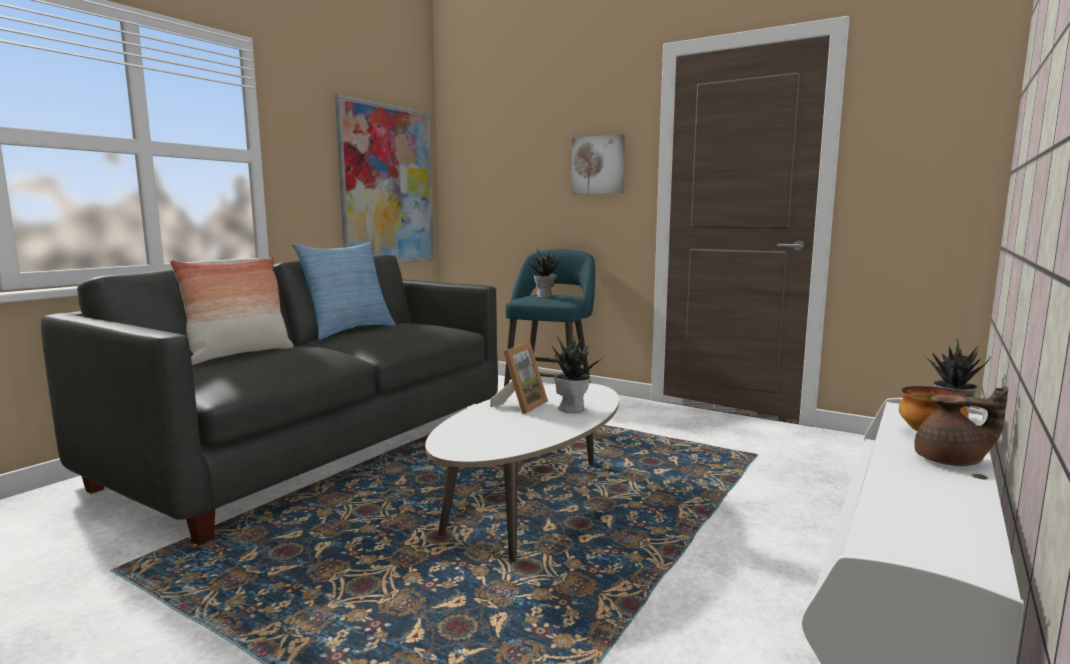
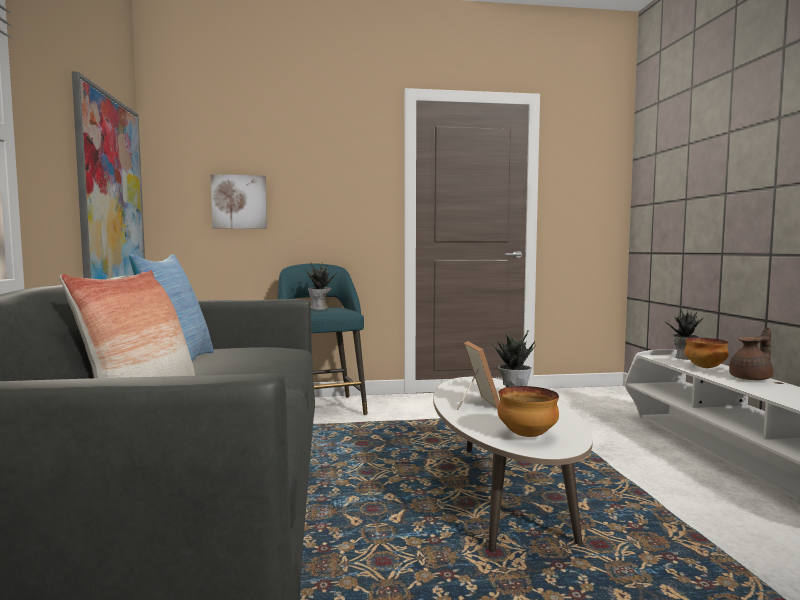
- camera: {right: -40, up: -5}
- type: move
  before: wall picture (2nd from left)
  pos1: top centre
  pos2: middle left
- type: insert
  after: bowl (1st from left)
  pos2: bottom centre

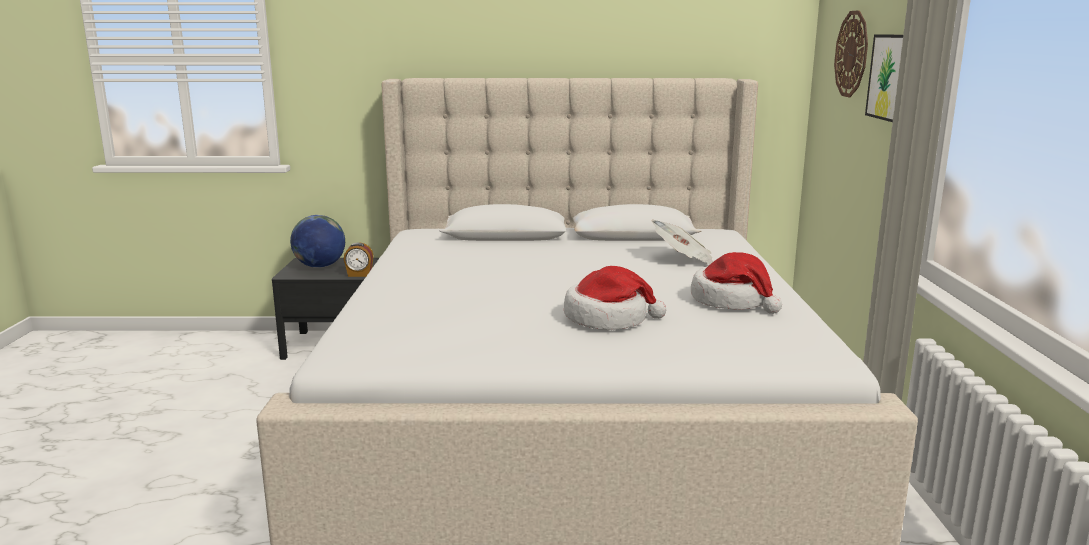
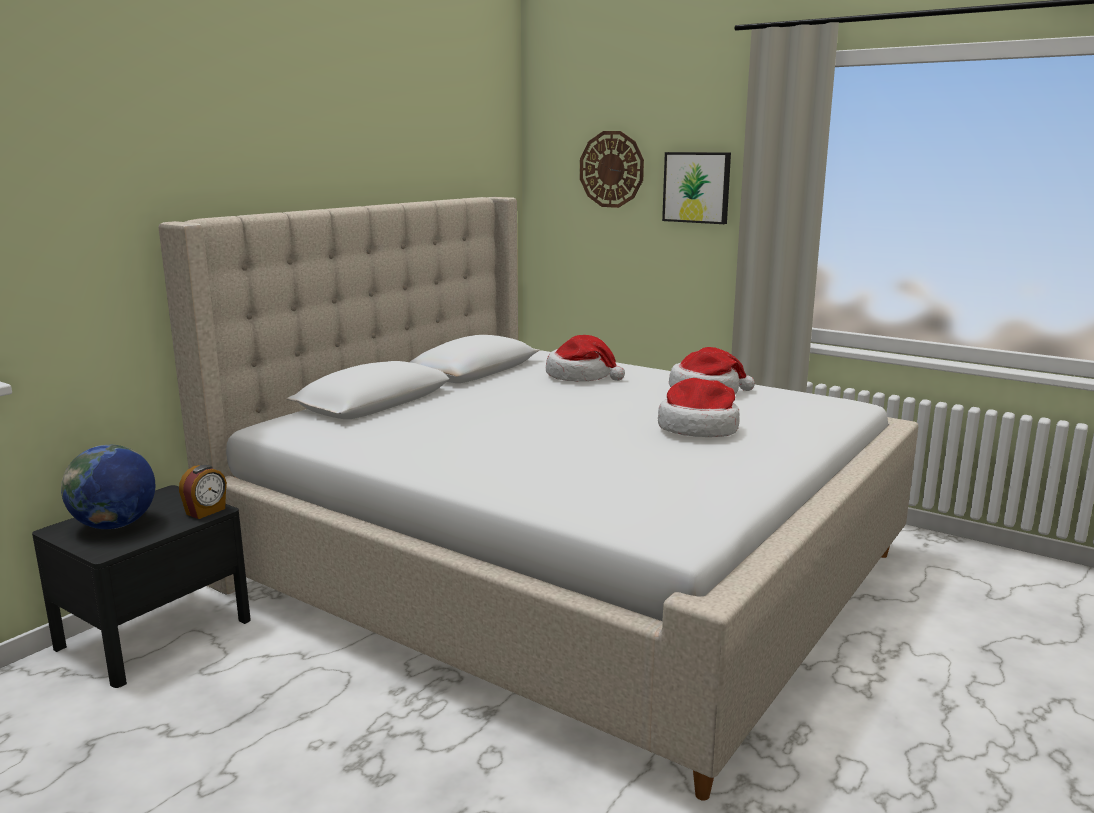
- camera: {right: -55, up: 0}
- type: replace
  before: newspaper
  after: hat (1st from left)
  pos1: centre
  pos2: centre

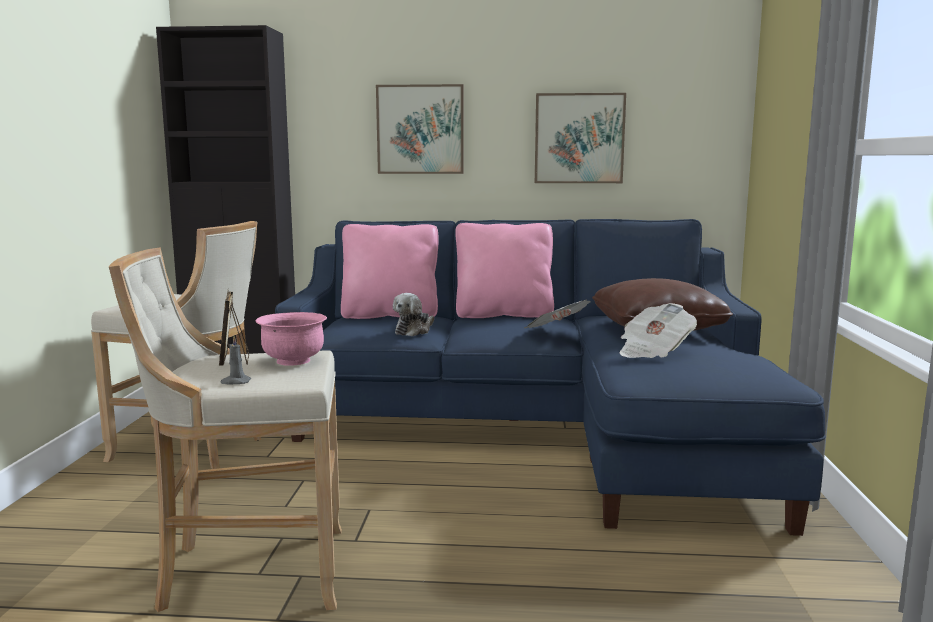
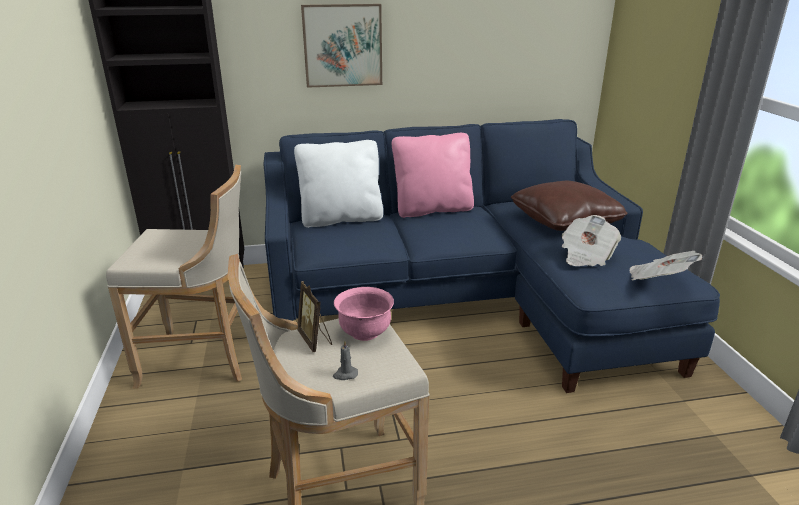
- camera: {right: -15, up: 15}
- type: recolor
  before: throw pillow/pink (1st from left)
  after: throw pillow/white-coloured
  pos1: centre
  pos2: centre
- type: delete
  before: plush toy
  pos1: centre
- type: move
  before: newspaper (1st from left in the first image)
  after: newspaper (2nd from left)
  pos1: centre
  pos2: middle right
- type: delete
  before: wall picture (2nd from left)
  pos1: top centre

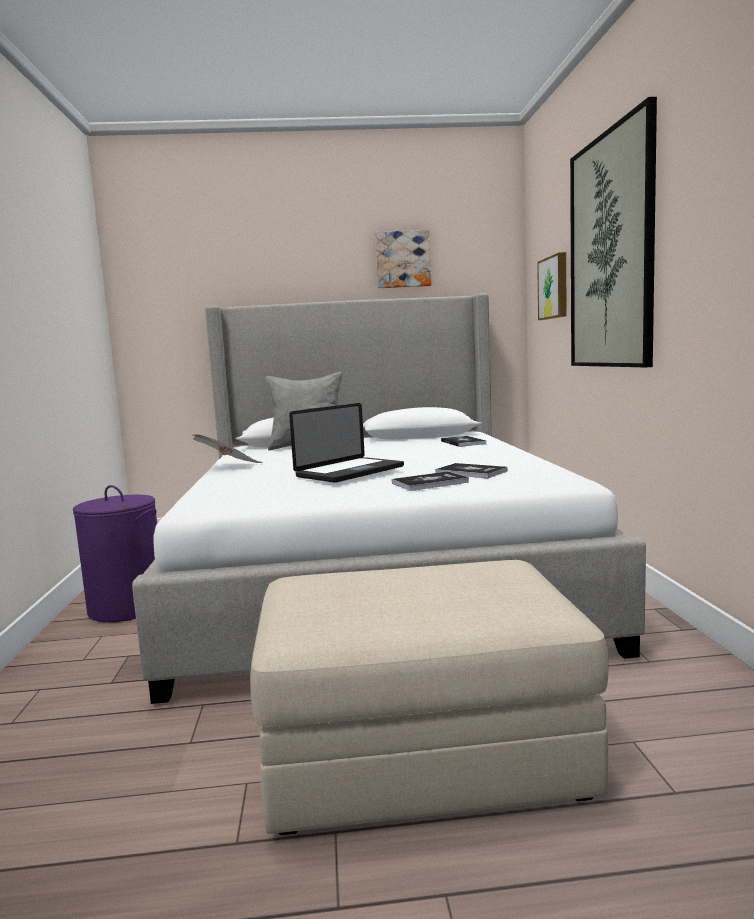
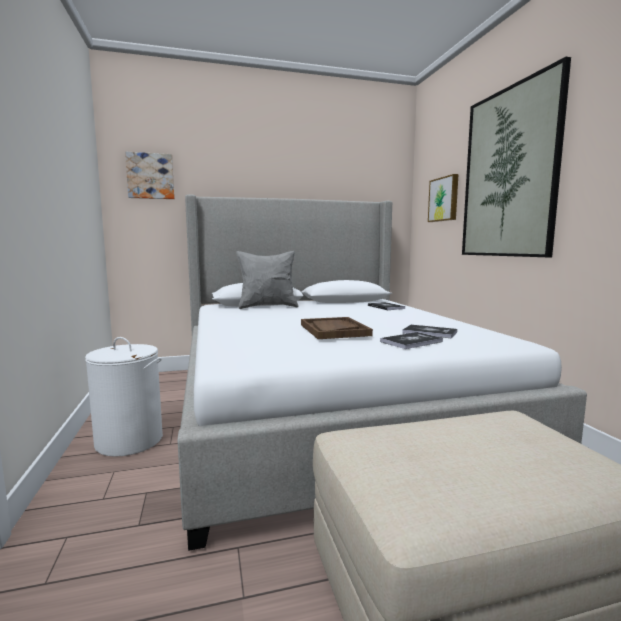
- camera: {right: -10, up: 0}
- type: recolor
  before: laundry basket/purple-coloured
  after: laundry basket/white-coloured
  pos1: middle left
  pos2: middle left
- type: delete
  before: newspaper
  pos1: middle left
- type: replace
  before: notebook computer
  after: carrying tray/brownish
  pos1: centre
  pos2: centre
- type: move
  before: wall picture (1st from left)
  pos1: top centre
  pos2: top left

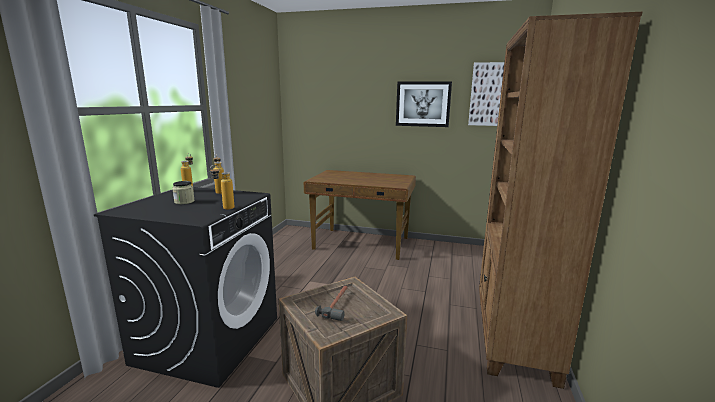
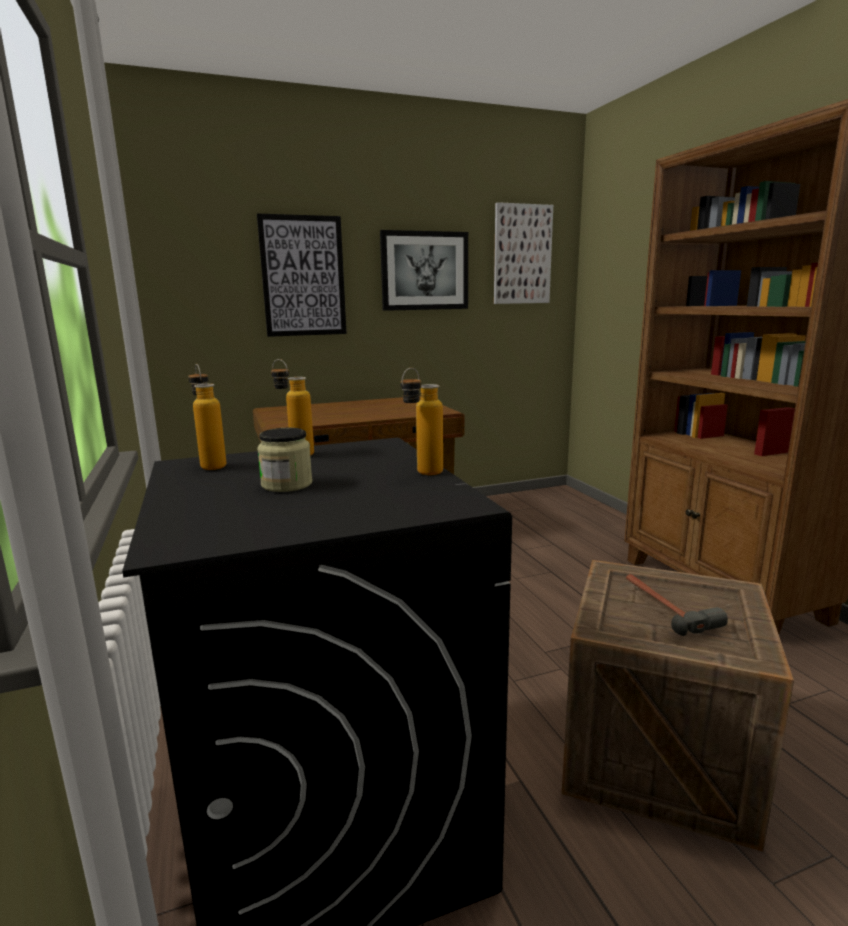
- camera: {right: -35, up: 0}
- type: insert
  after: wall picture (1st from left)
  pos2: top centre

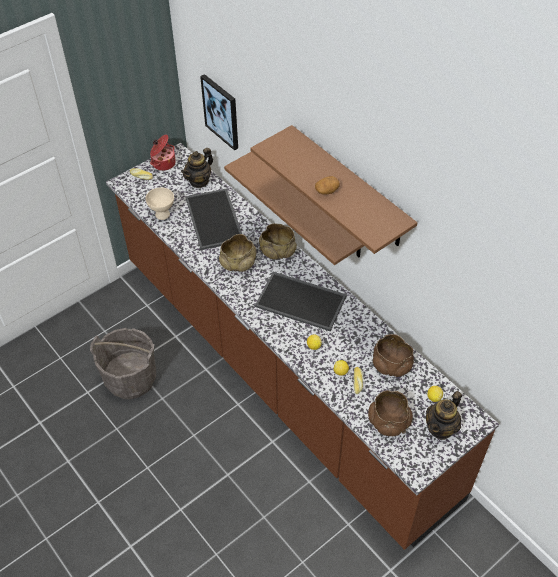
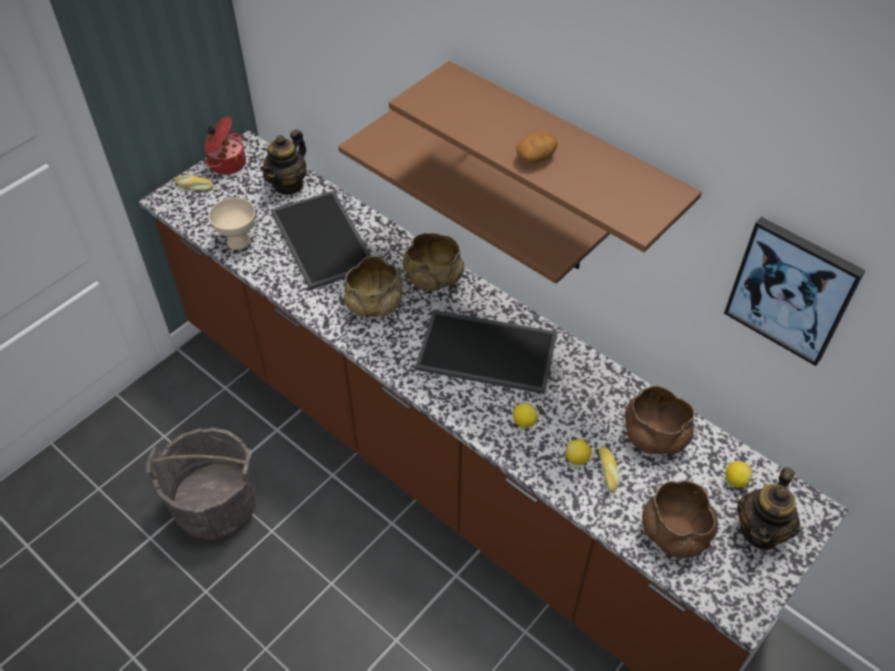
- camera: {right: -10, up: 0}
- type: move
  before: wall picture
  pos1: top centre
  pos2: middle right

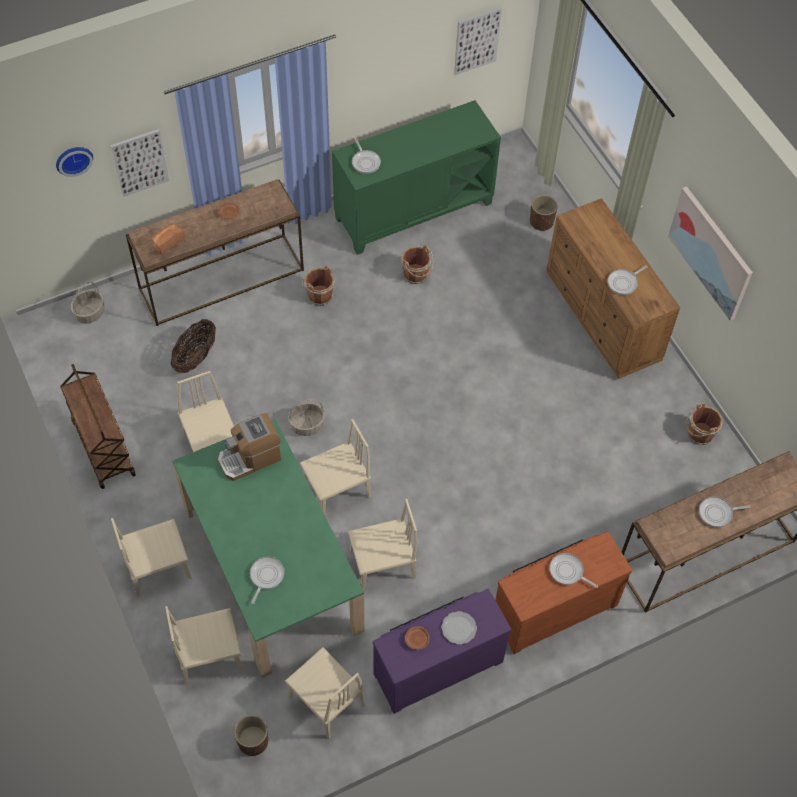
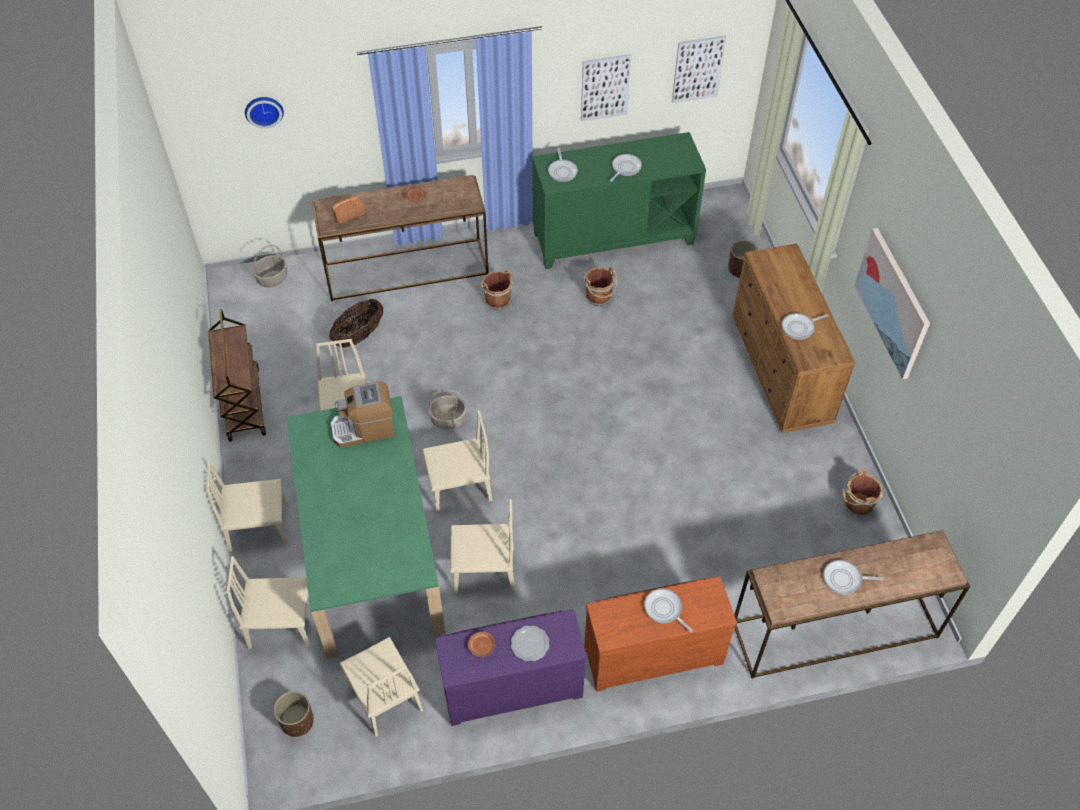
- camera: {right: 15, up: -5}
- type: move
  before: wall picture (1st from left)
  pos1: top left
  pos2: top centre
- type: move
  before: skillet (1st from left in the first image)
  after: skillet (2nd from left)
  pos1: bottom centre
  pos2: top centre

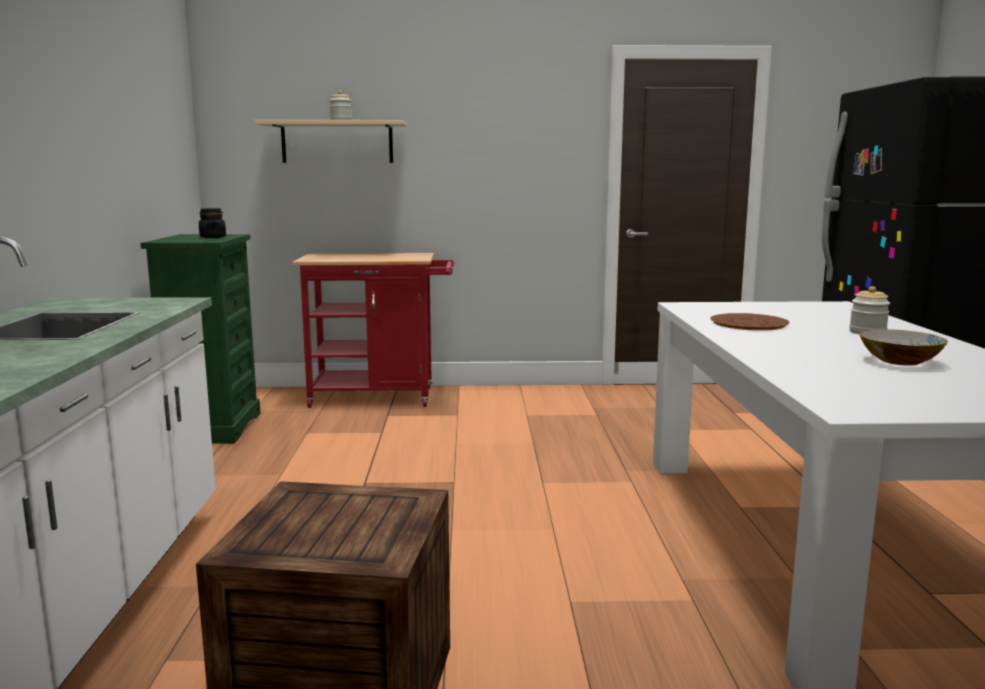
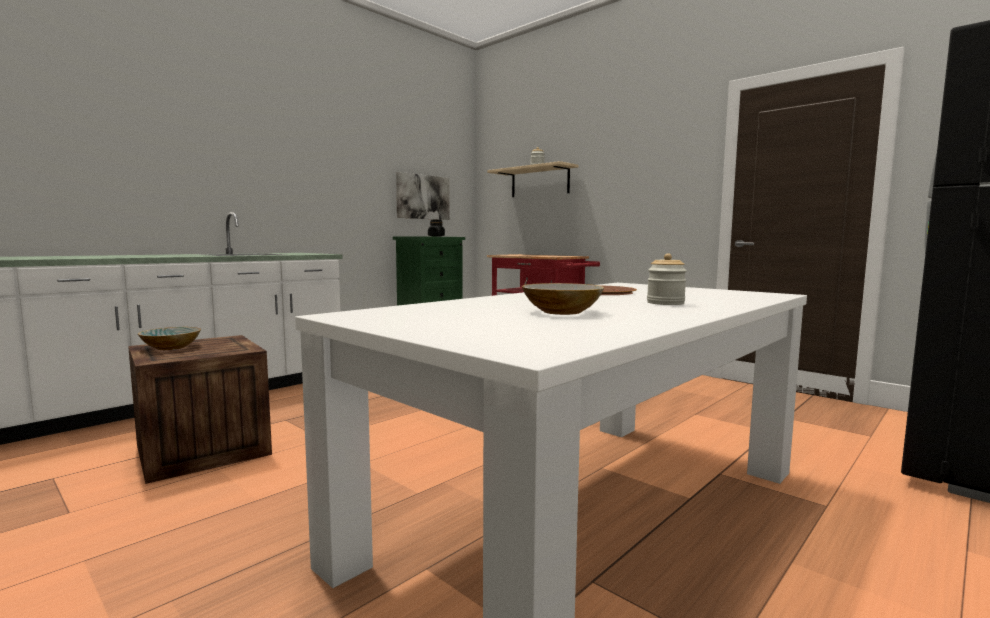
- camera: {right: 45, up: -5}
- type: insert
  after: bowl (1st from left)
  pos2: middle left
- type: insert
  after: wall picture
  pos2: top centre

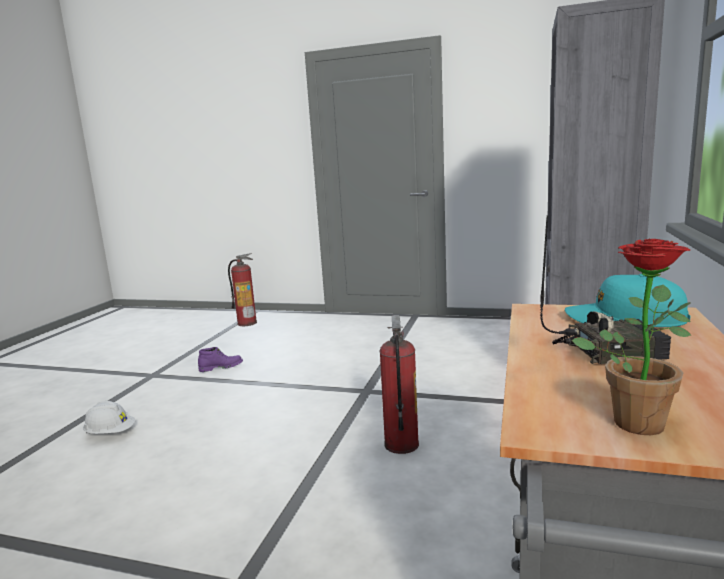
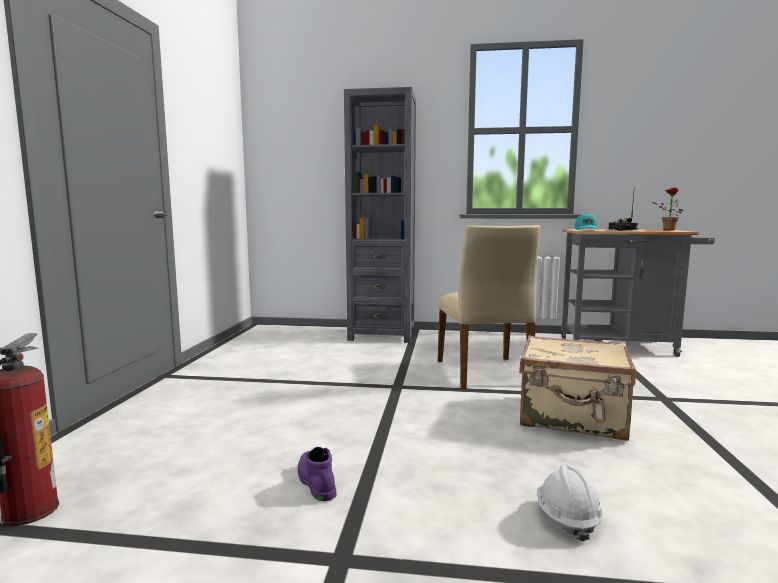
- camera: {right: -100, up: -5}
- type: replace
  before: fire-fighting cylinder (2nd from left)
  after: chair/beige
  pos1: centre
  pos2: centre
- type: insert
  after: piece of luggage/beige
  pos2: middle right

